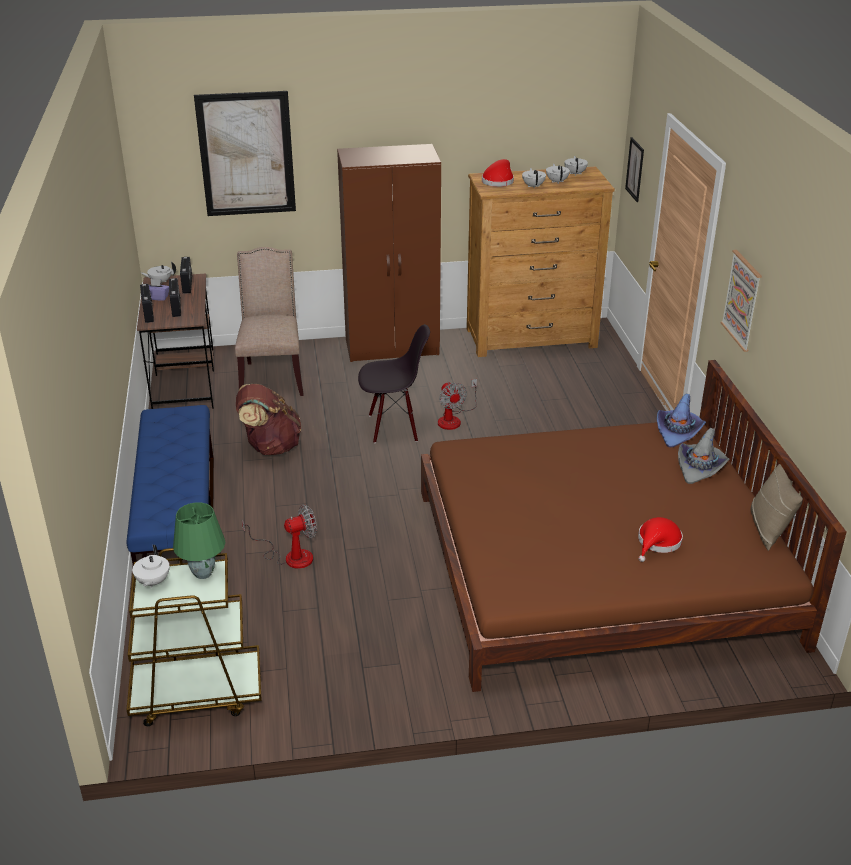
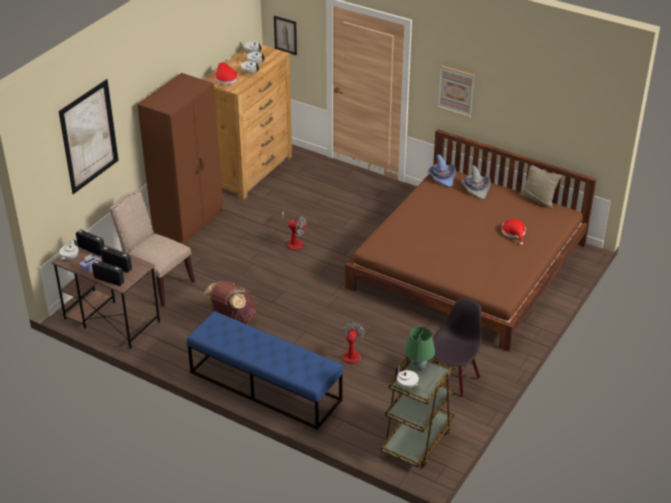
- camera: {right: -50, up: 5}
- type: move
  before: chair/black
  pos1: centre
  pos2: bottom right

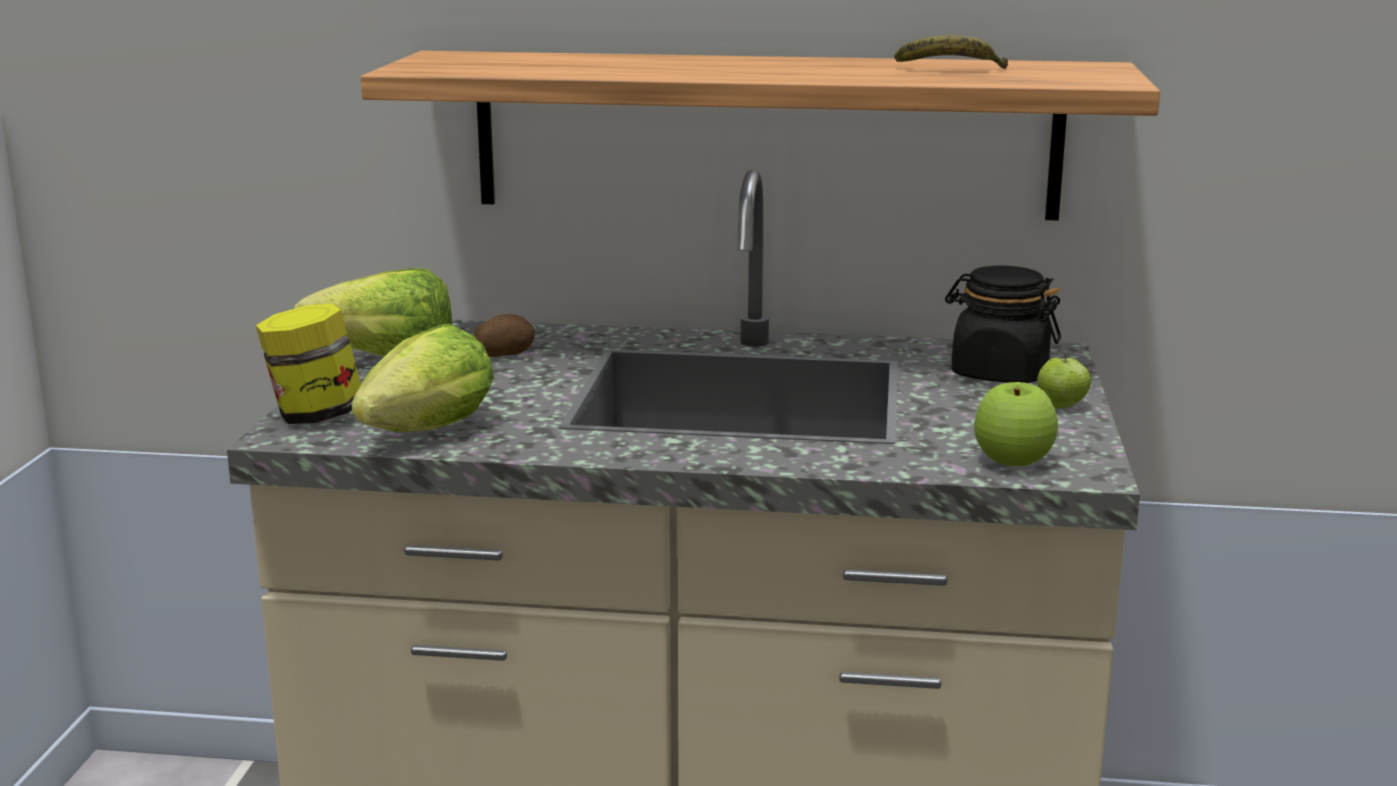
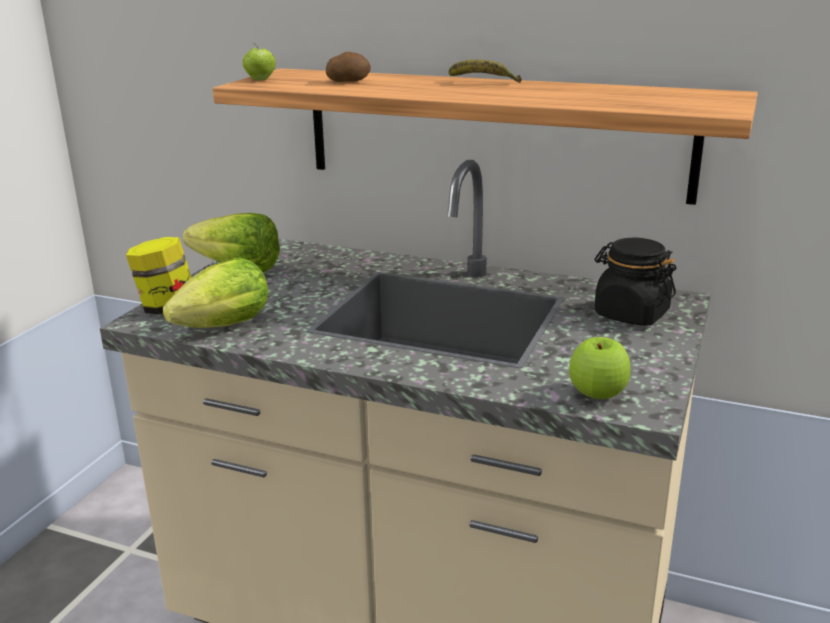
- camera: {right: 15, up: 5}
- type: move
  before: potato
  pos1: centre
  pos2: top centre
- type: move
  before: whole banana
  pos1: top right
  pos2: top centre
- type: move
  before: apple fruit (2nd from left in the first image)
  after: apple fruit (1st from left)
  pos1: middle right
  pos2: top left

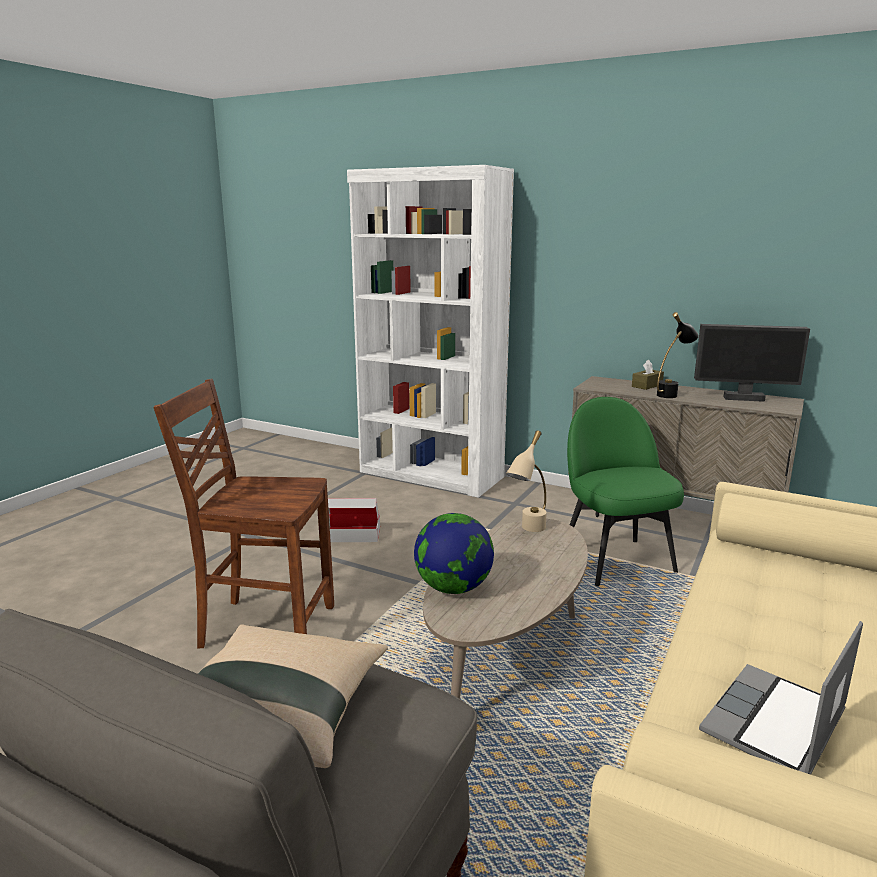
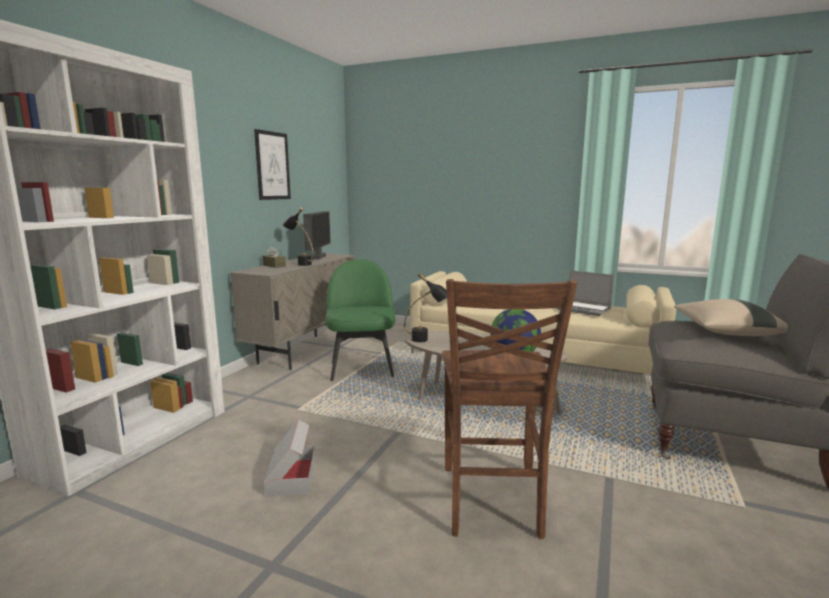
- camera: {right: -95, up: -5}
- type: recolor
  before: lamp for a table/beige
  after: lamp for a table/black (2nd from left)
  pos1: centre
  pos2: centre
- type: rotate
  before: chair/greenish
  pos1: middle right
  pos2: centre
  turn: 105
- type: insert
  after: wall picture
  pos2: top left

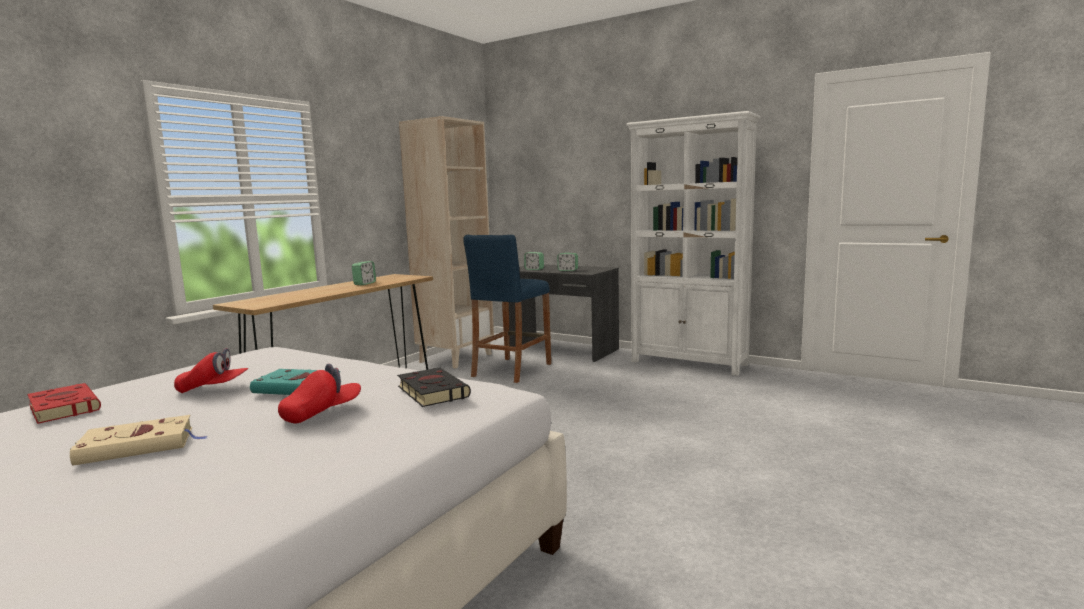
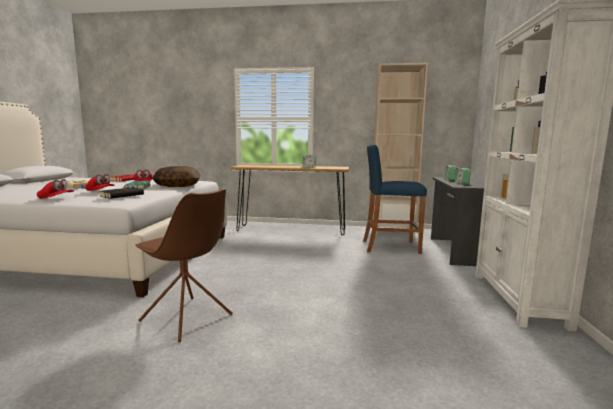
- camera: {right: 65, up: 0}
- type: insert
  after: peaked cap/red-coloured (1st from left)
  pos2: middle left
- type: insert
  after: chair/brownish
  pos2: middle left
- type: insert
  after: throw pillow
  pos2: middle left

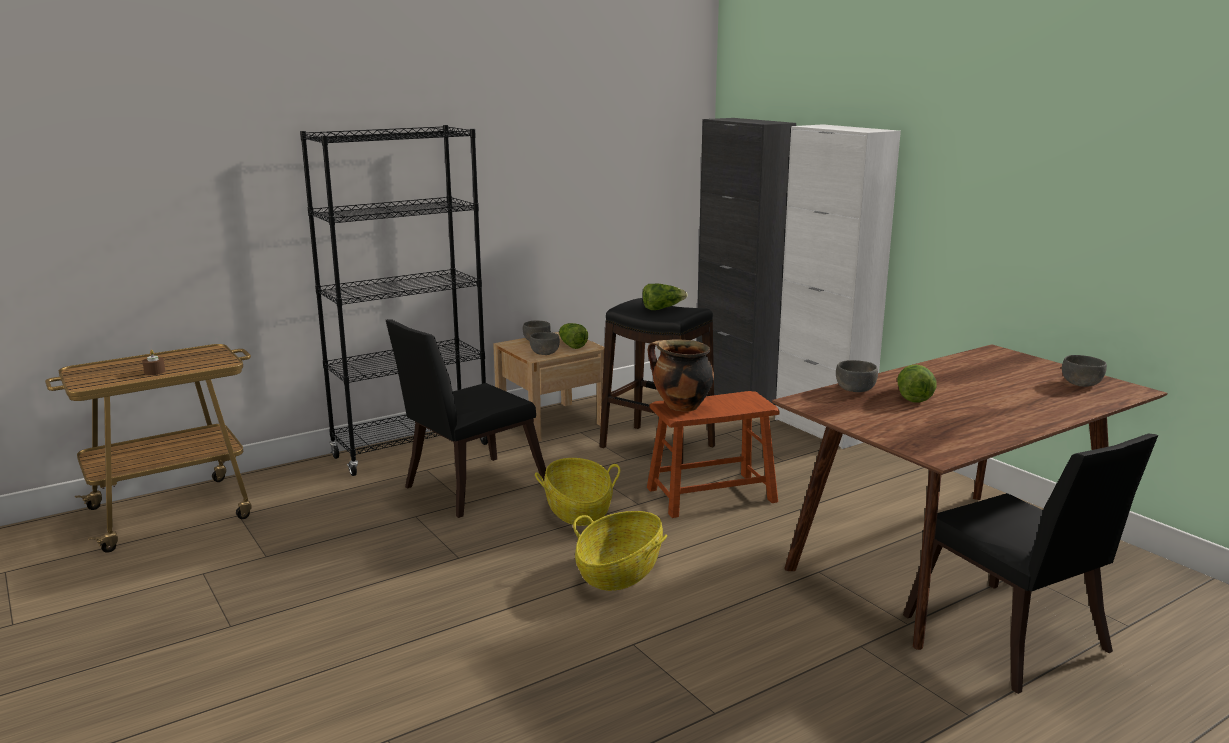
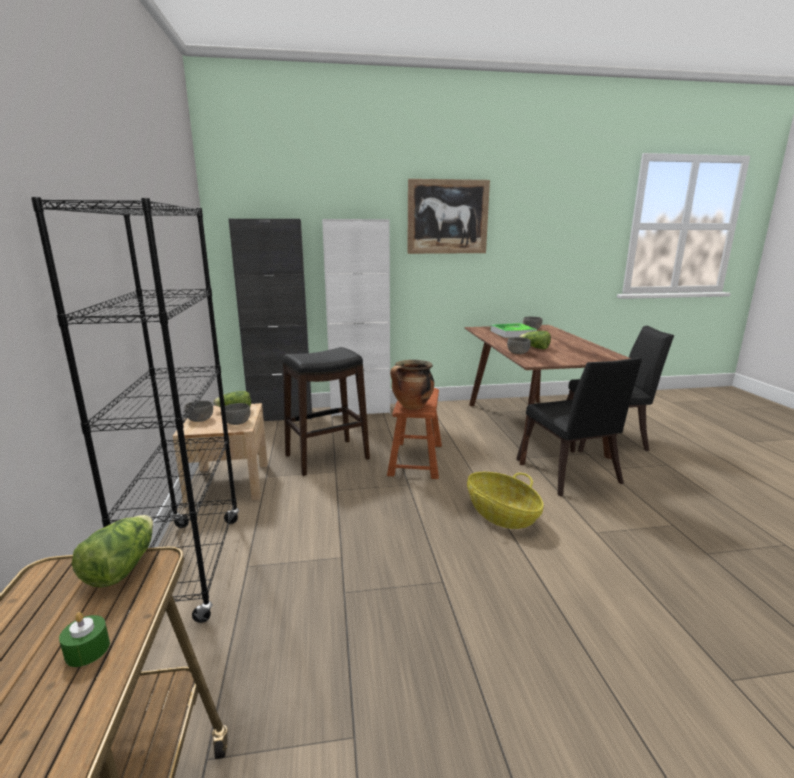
- camera: {right: -65, up: 0}
- type: recolor
  before: wax light/brownish
  after: wax light/greenish
  pos1: middle left
  pos2: bottom left
- type: move
  before: chair/black (1st from left)
  pos1: centre
  pos2: middle right
- type: delete
  before: basket (1st from left)
  pos1: centre
- type: move
  before: head of lettuce (2nd from left in the first image)
  after: head of lettuce (1st from left)
  pos1: centre
  pos2: bottom left
- type: insert
  after: wall picture
  pos2: top centre
- type: insert
  after: carrying tray
  pos2: centre

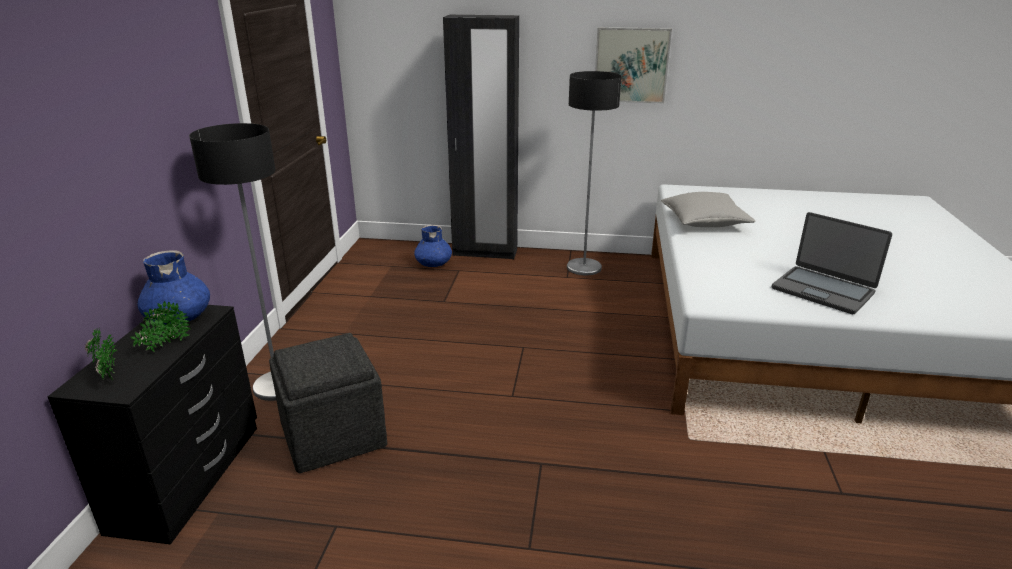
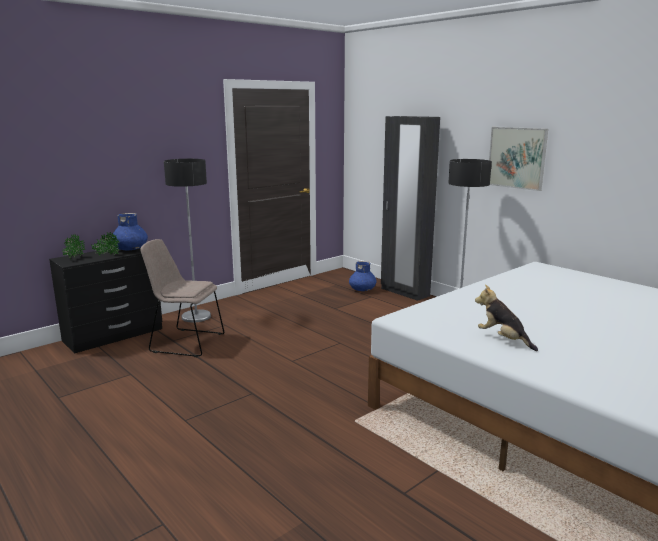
- camera: {right: 40, up: -10}
- type: replace
  before: footrest/grey
  after: chair/beige
  pos1: bottom left
  pos2: middle left
- type: delete
  before: throw pillow/grey
  pos1: middle right
- type: replace
  before: notebook computer
  after: plush toy
  pos1: middle right
  pos2: middle right

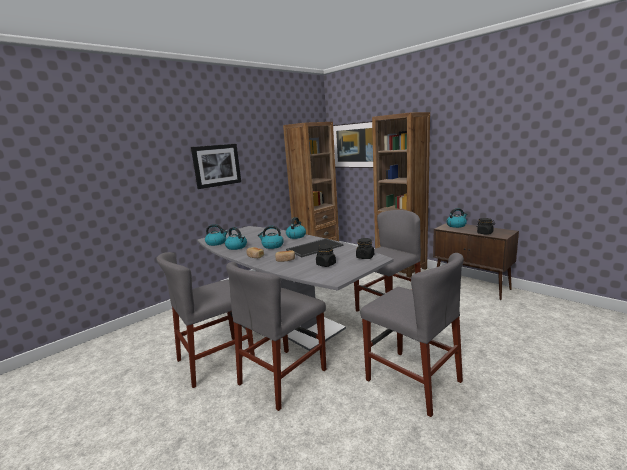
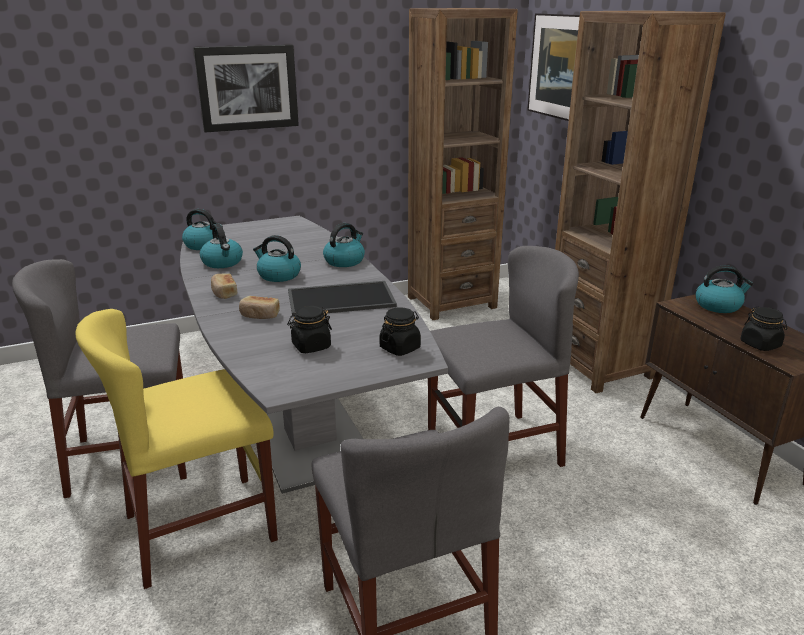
- camera: {right: 20, up: 10}
- type: recolor
  before: chair/grey (2nd from left)
  after: chair/yellowish
  pos1: bottom centre
  pos2: bottom left

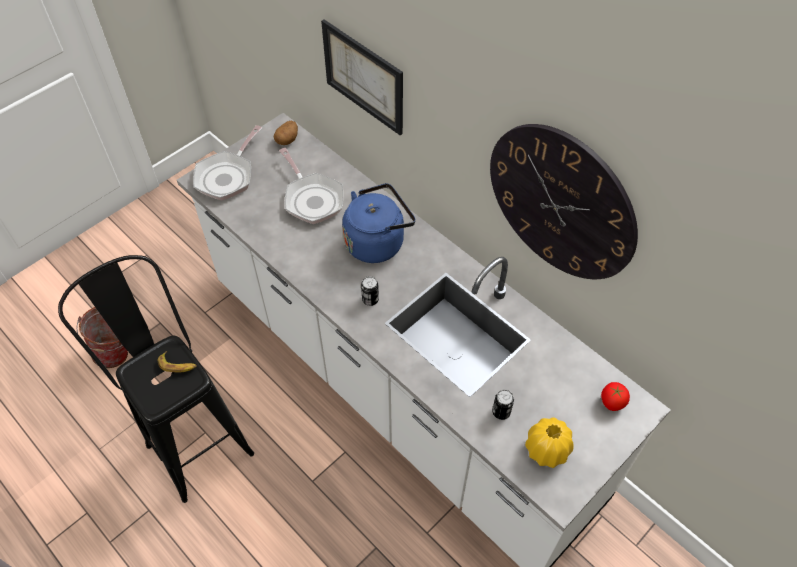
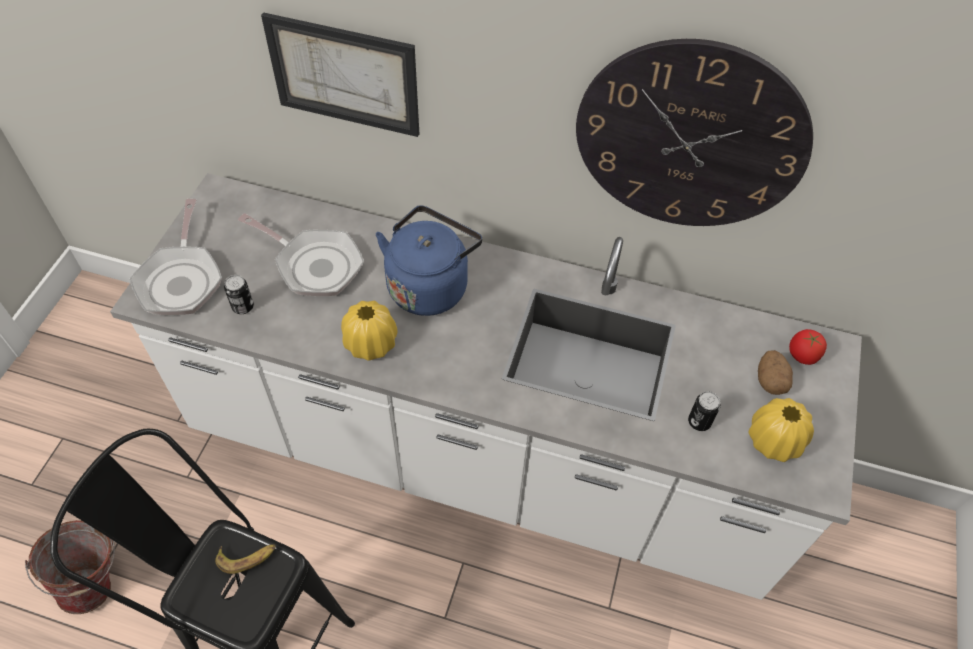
- camera: {right: -30, up: 0}
- type: move
  before: potato
  pos1: top centre
  pos2: middle right
- type: move
  before: sealed can (1st from left)
  pos1: centre
  pos2: middle left
- type: insert
  after: flower vase/yellowish (1st from left)
  pos2: centre

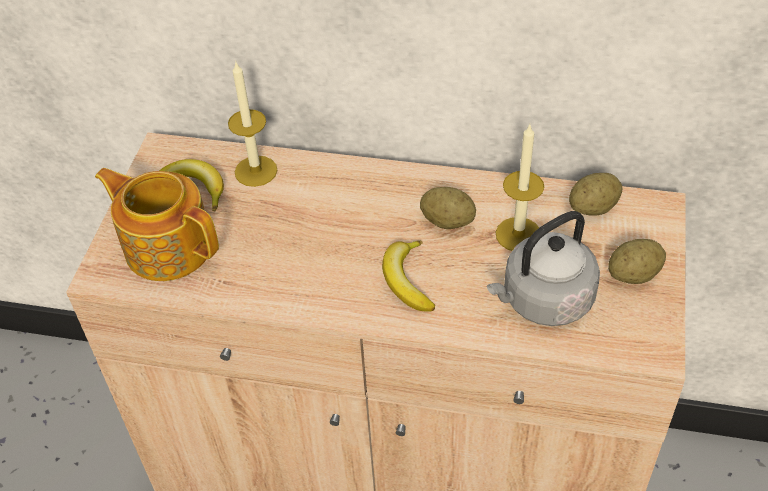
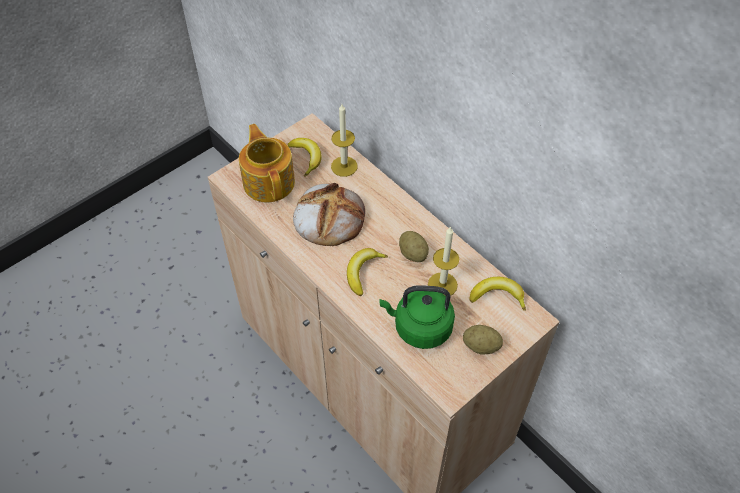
- camera: {right: 35, up: 5}
- type: recolor
  before: water kettle/grey
  after: water kettle/greenish
  pos1: middle right
  pos2: centre
- type: replace
  before: potato (2nd from left)
  after: whole banana (3rd from left)
  pos1: middle right
  pos2: middle right
- type: insert
  after: baked bread
  pos2: centre

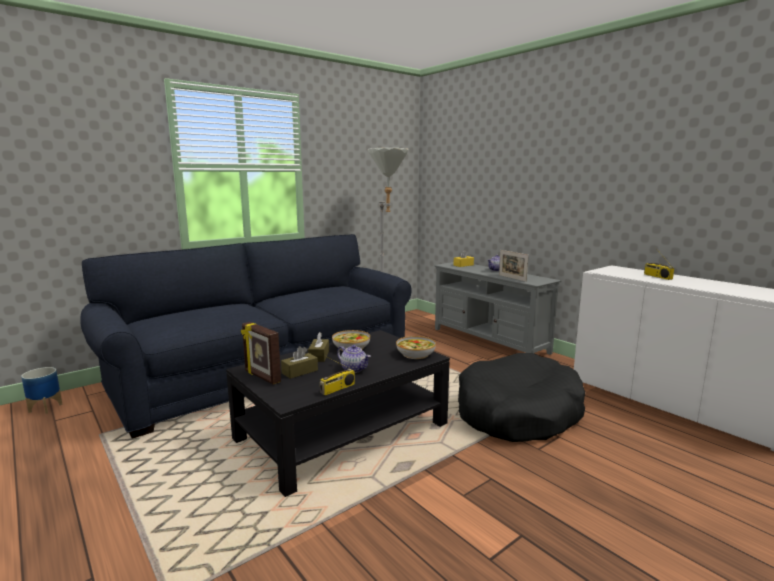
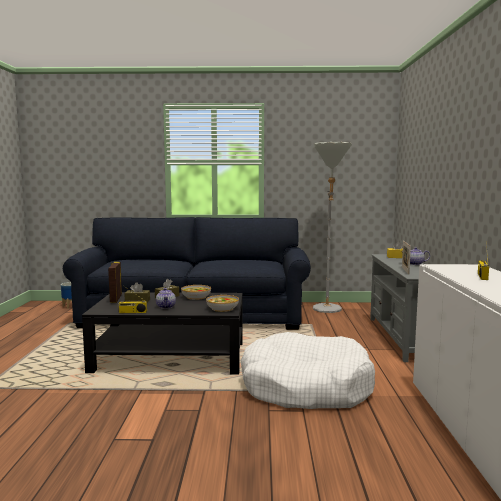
- camera: {right: 40, up: -5}
- type: recolor
  before: dog cushion/black
  after: dog cushion/white-coloured
  pos1: bottom right
  pos2: bottom centre

